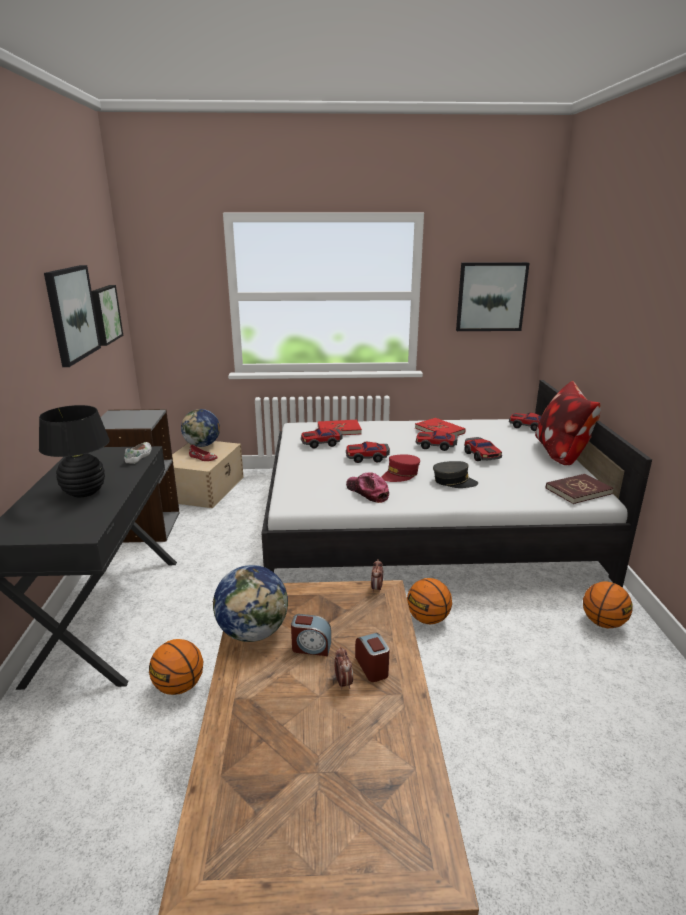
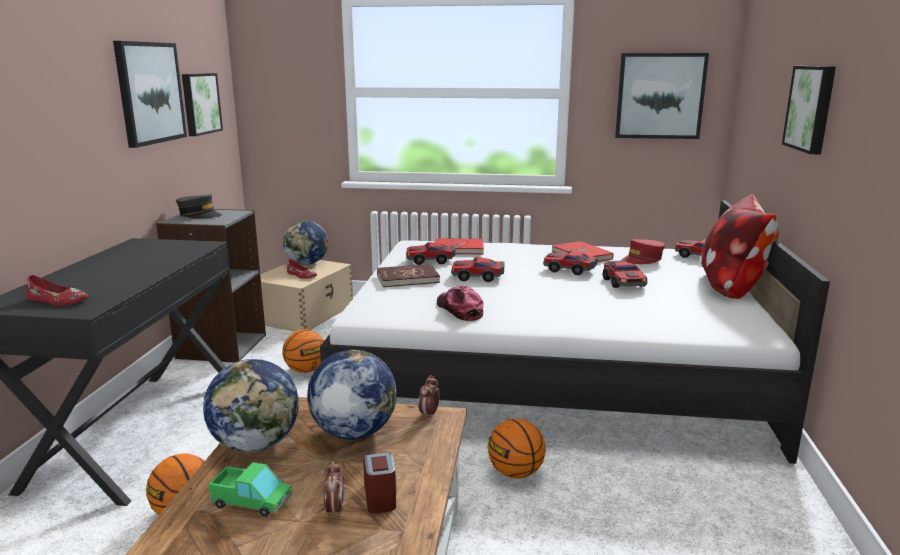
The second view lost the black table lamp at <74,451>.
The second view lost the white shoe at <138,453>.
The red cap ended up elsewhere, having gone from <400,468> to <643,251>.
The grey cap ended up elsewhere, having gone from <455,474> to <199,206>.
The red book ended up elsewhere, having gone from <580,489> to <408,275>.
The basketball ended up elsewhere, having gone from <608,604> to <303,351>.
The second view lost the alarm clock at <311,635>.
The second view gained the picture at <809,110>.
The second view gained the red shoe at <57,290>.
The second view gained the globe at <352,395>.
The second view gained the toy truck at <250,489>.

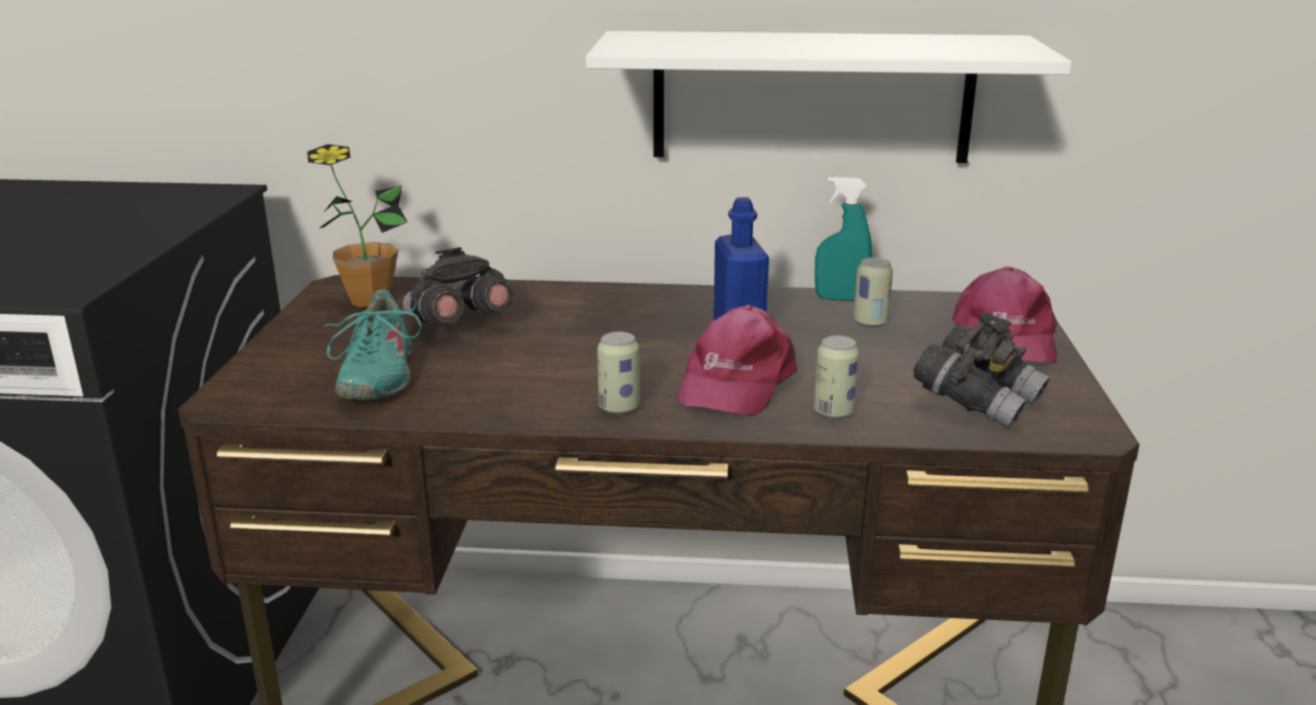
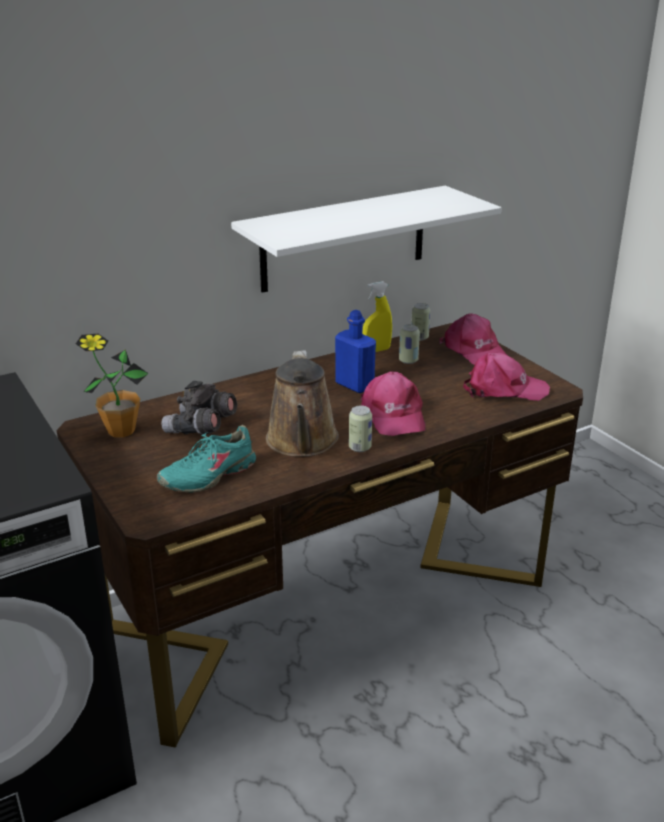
What was the turquoise spray bottle at <843,238> turned into the yellow spray bottle at <377,316>.
The turquoise shoe at <373,344> ended up facing another way, 90 degrees clockwise from before.
Where the grey binoculars stood at <981,371>, the pink cap came to stand at <506,377>.
The can ended up elsewhere, having gone from <836,377> to <420,322>.
The second view gained the brown watering can at <302,403>.

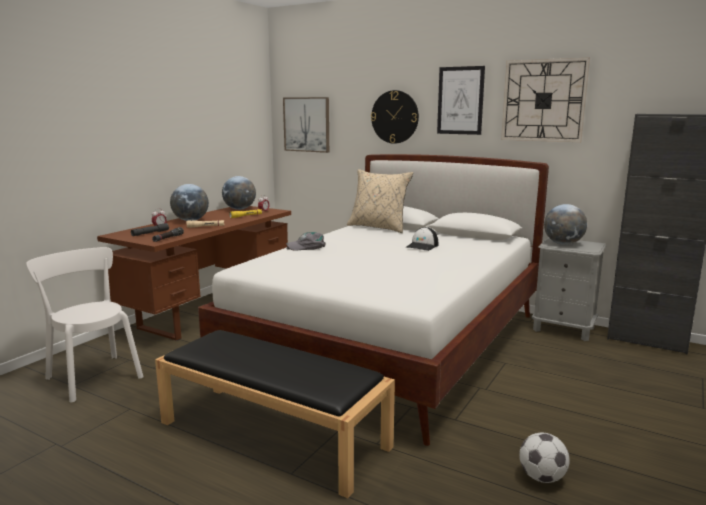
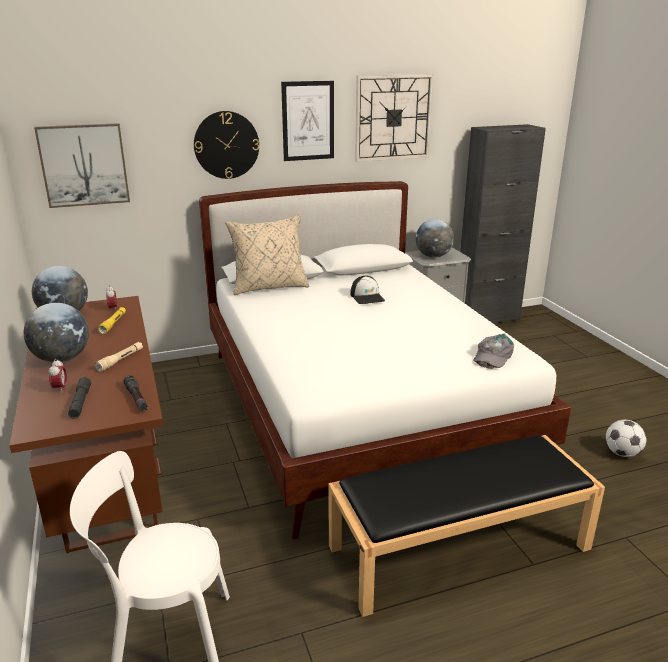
The grey cap ended up elsewhere, having gone from <306,241> to <493,351>.

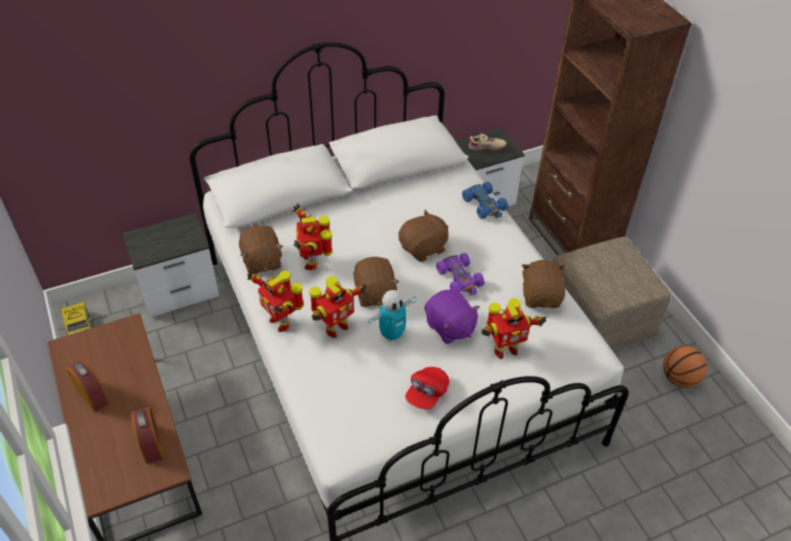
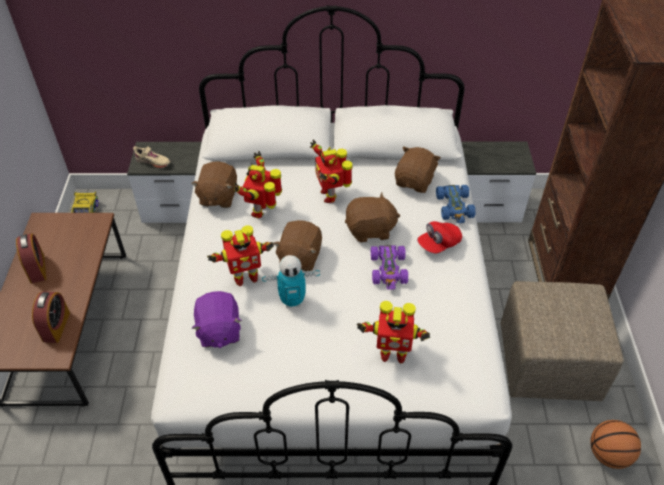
The beige shoe ended up elsewhere, having gone from <487,142> to <152,157>.
The brown plush toy ended up elsewhere, having gone from <544,284> to <418,169>.
The toy robot ended up elsewhere, having gone from <275,301> to <331,171>.
The purple plush toy ended up elsewhere, having gone from <452,316> to <217,319>.
The red cap ended up elsewhere, having gone from <427,388> to <439,237>.

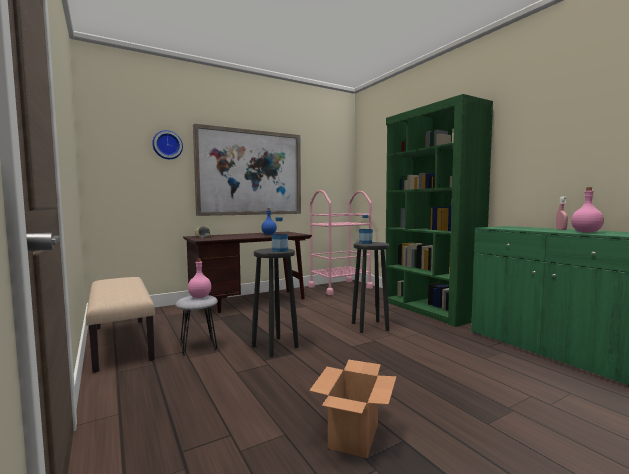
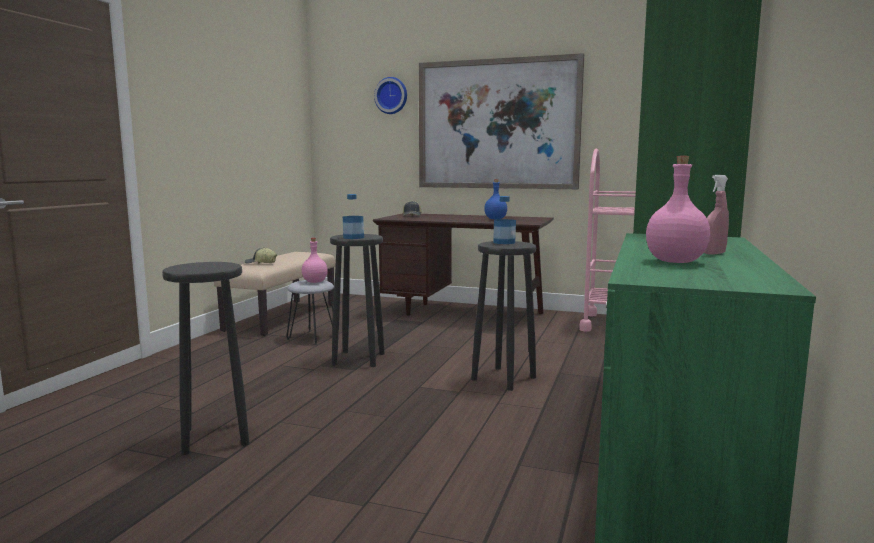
Where the cardboard box stood at <352,408>, the black stool came to stand at <205,358>.
The second view gained the cap at <261,255>.

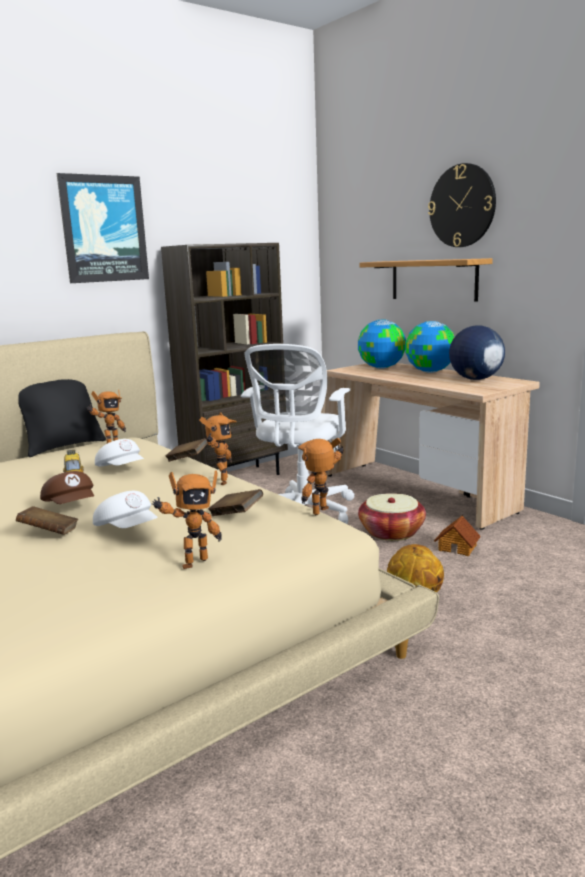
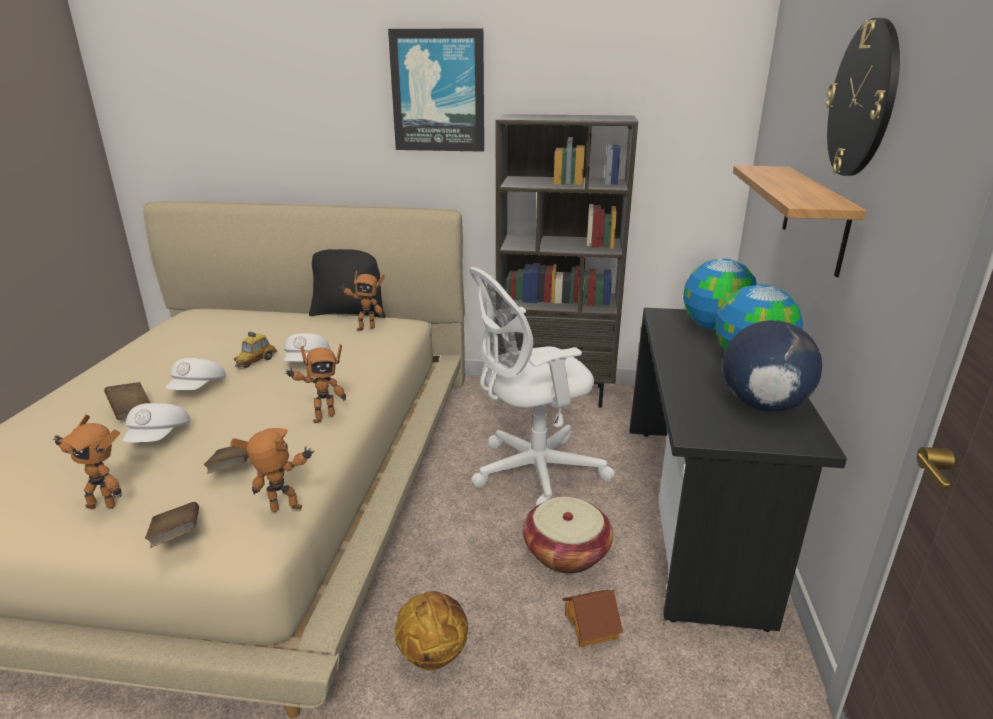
What was the beige desk at <430,446> turned into the black desk at <738,470>.
The brown book ended up elsewhere, having gone from <186,450> to <172,525>.
What was the brown cap at <67,487> turned into the white cap at <195,374>.

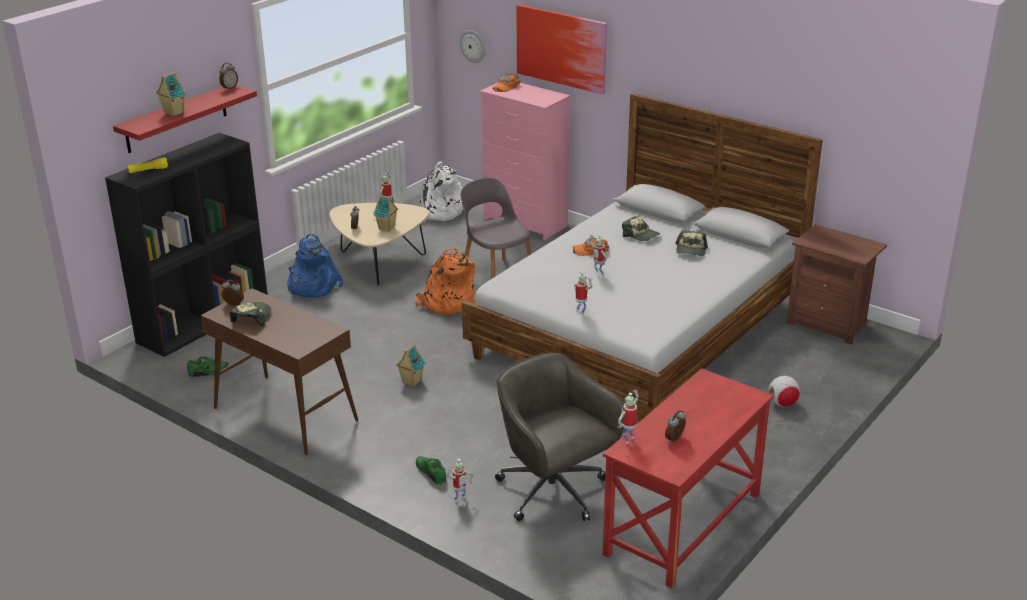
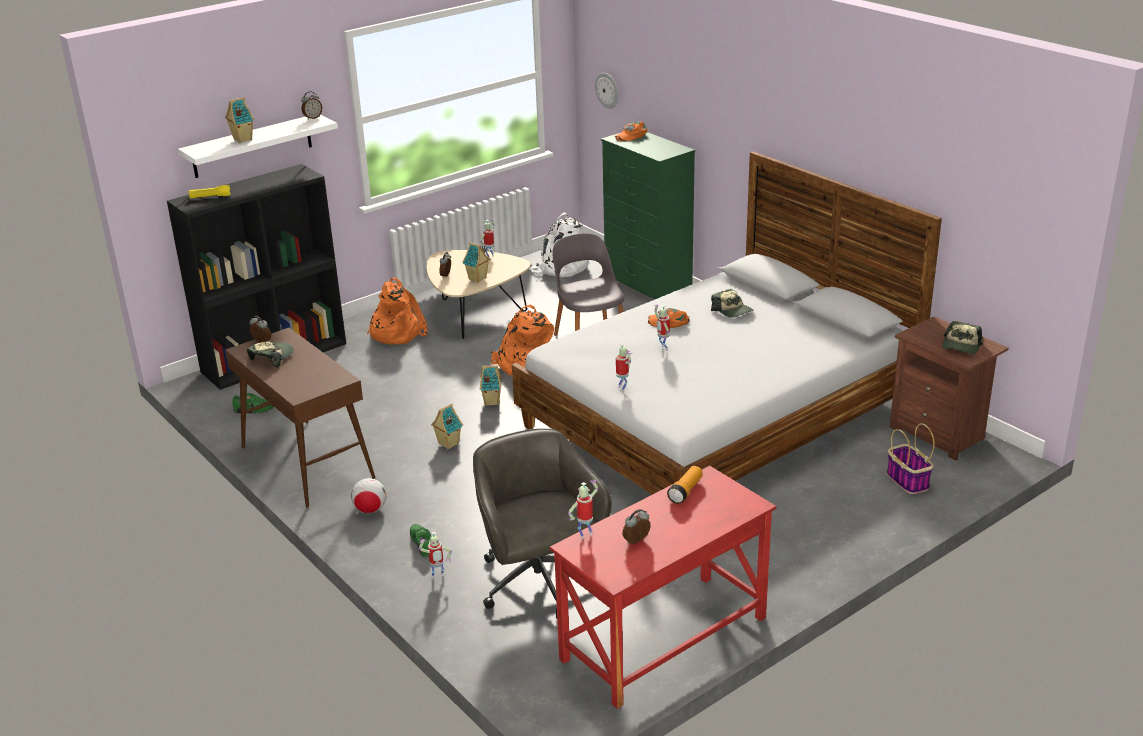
The second view lost the picture at <561,49>.
What was the pink dresser at <525,161> turned into the green dresser at <648,215>.
What was the red shelf at <185,119> turned into the white shelf at <258,146>.
The cap ended up elsewhere, having gone from <691,243> to <962,337>.
What was the blue backpack at <315,266> turned into the orange backpack at <397,311>.
The football ended up elsewhere, having gone from <784,391> to <368,495>.
The second view gained the toy house at <491,385>.
The second view gained the basket at <911,458>.
The second view gained the flashlight at <685,485>.

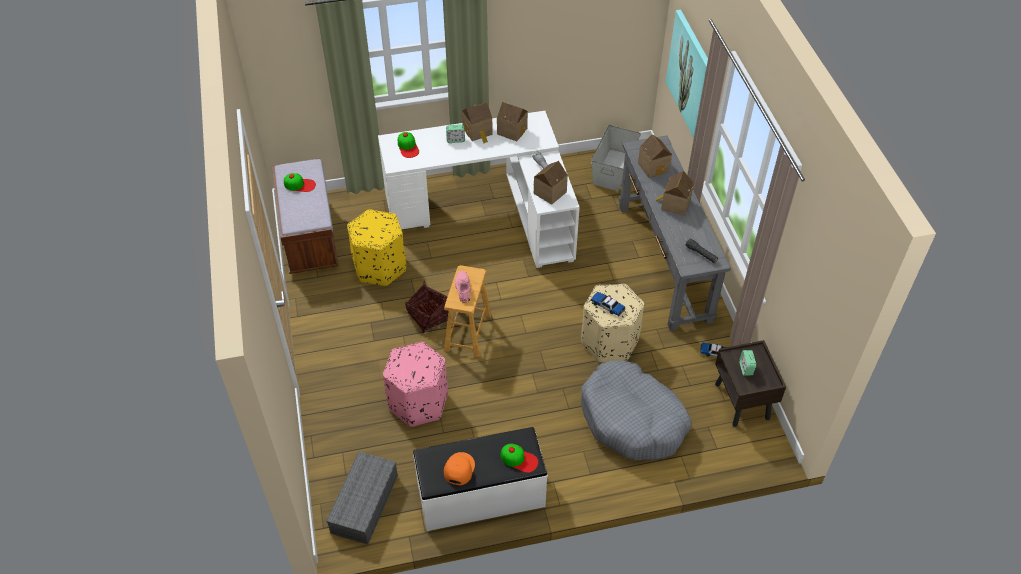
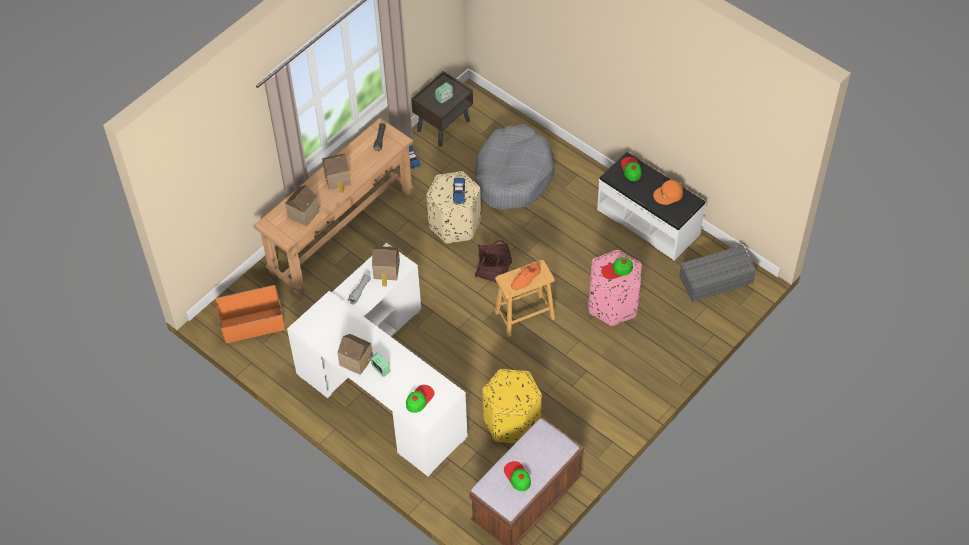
The second view lost the picture at <687,74>.
The second view lost the toy house at <512,121>.
What was the grey storage box at <616,158> turned into the orange storage box at <250,314>.
What was the grey console table at <675,233> turned into the brown console table at <334,207>.
What was the pink shoe at <462,286> turned into the orange shoe at <526,276>.
The basket ended up elsewhere, having gone from <426,307> to <493,261>.
The second view gained the cap at <617,268>.

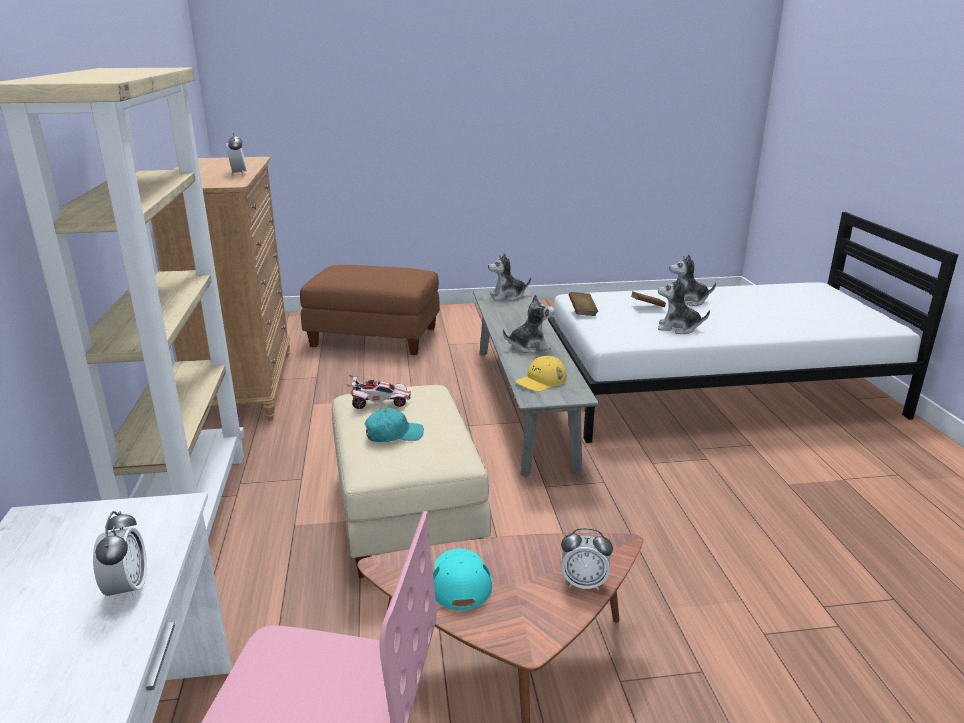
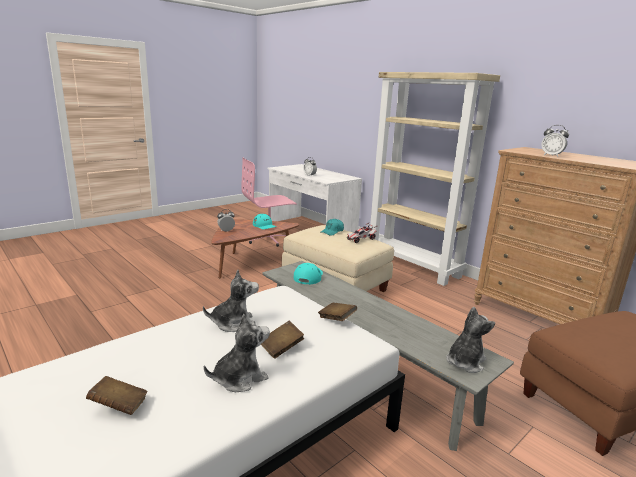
The second view lost the plush toy at <529,323>.
What was the yellow cap at <541,373> turned into the turquoise cap at <308,274>.
The second view gained the brown book at <117,395>.

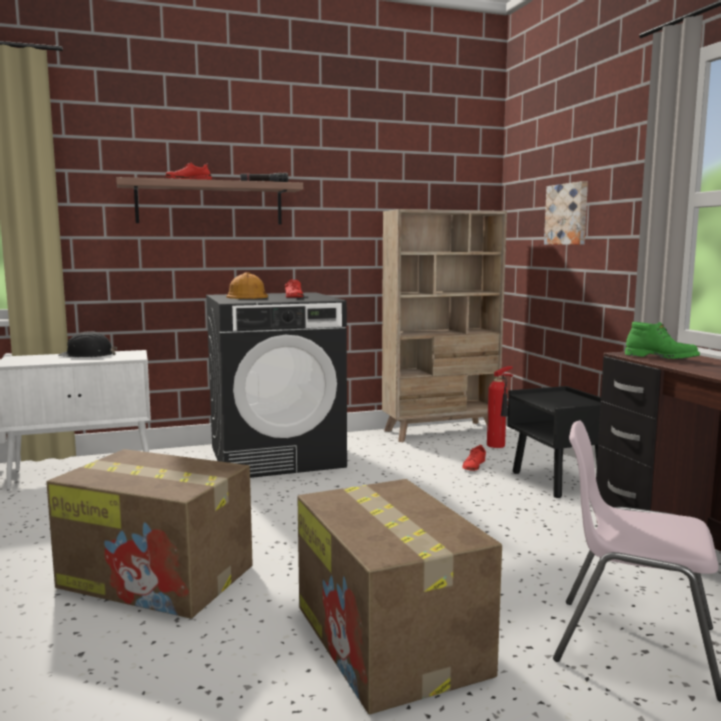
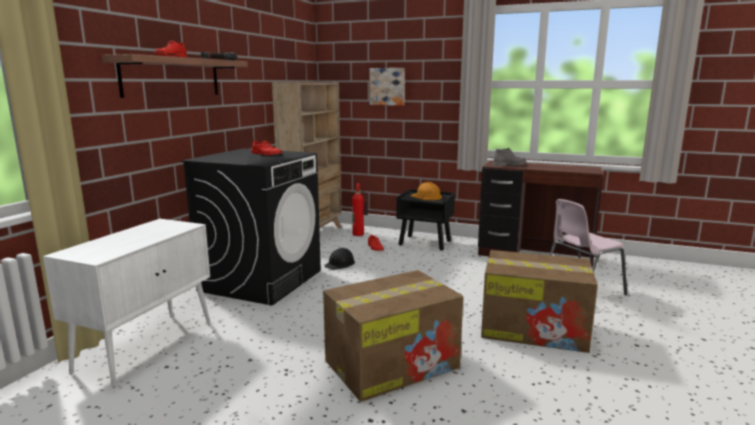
The orange hard hat ended up elsewhere, having gone from <247,285> to <426,191>.
What was the green boot at <662,340> turned into the grey boot at <509,157>.
The black hard hat ended up elsewhere, having gone from <87,344> to <339,259>.

